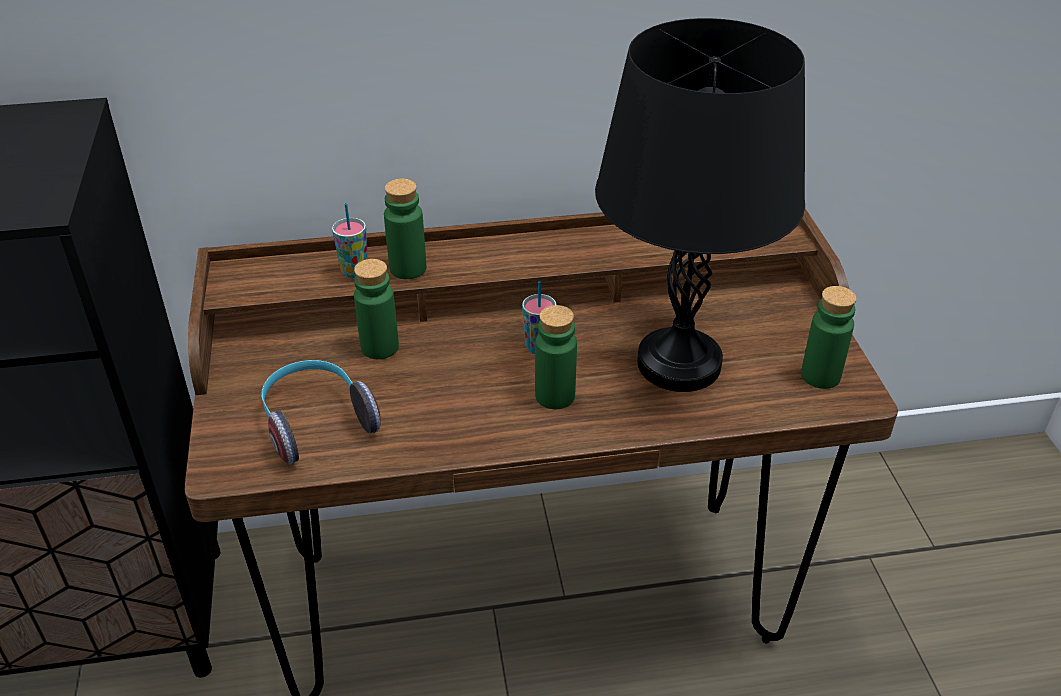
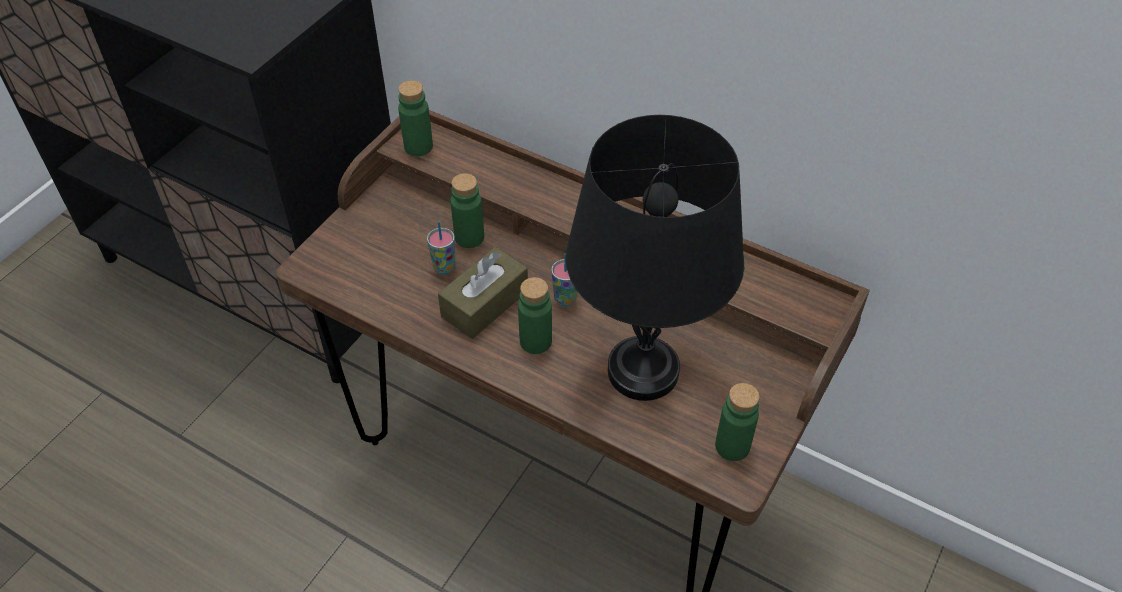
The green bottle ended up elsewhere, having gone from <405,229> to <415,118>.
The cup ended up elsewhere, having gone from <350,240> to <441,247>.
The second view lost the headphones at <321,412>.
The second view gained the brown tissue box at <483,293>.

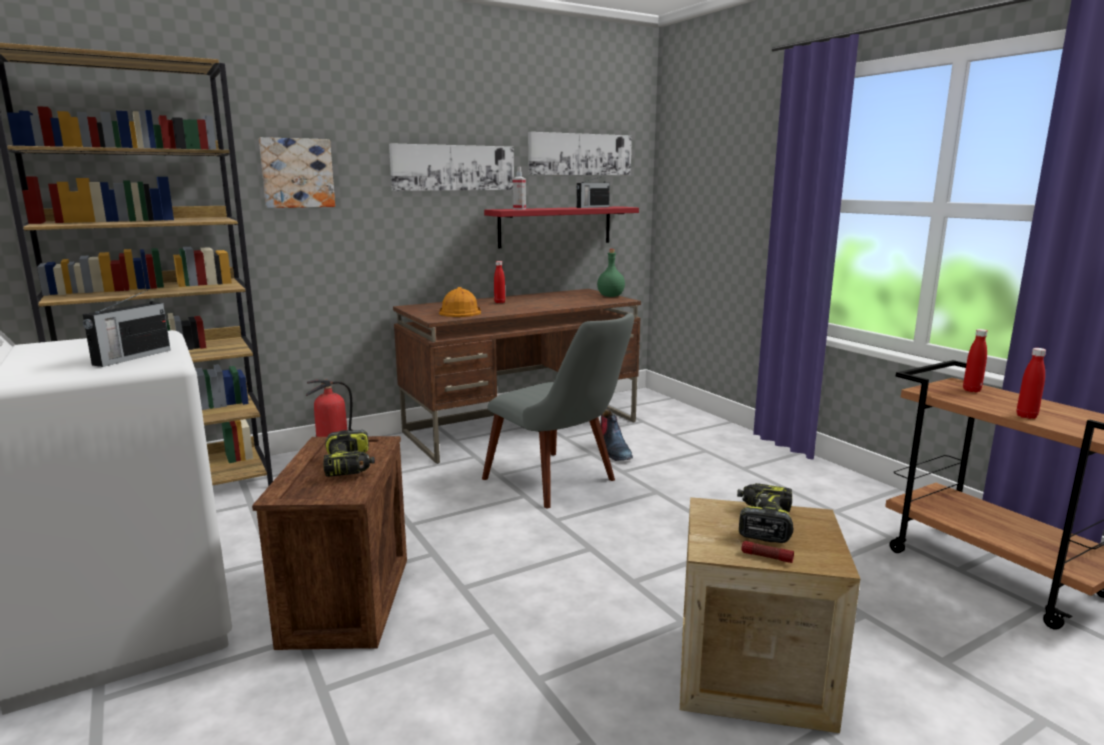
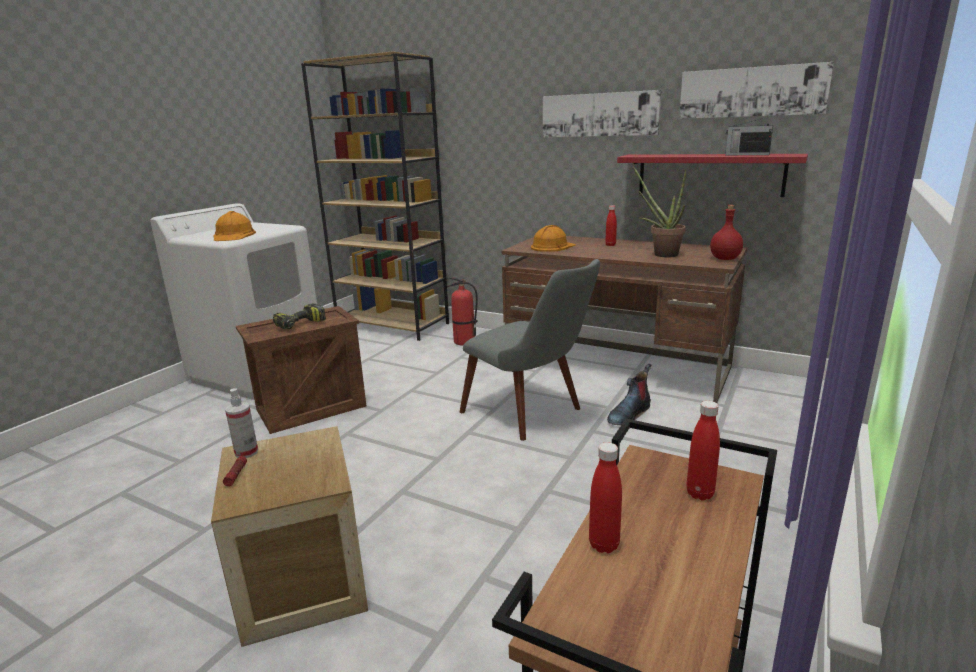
The second view lost the picture at <297,172>.
The spray bottle ended up elsewhere, having gone from <519,188> to <241,423>.
What was the green bottle at <611,273> turned into the red bottle at <726,232>.
Where the radio stood at <127,328>, the orange hard hat came to stand at <234,226>.
The grey chair at <558,410> ended up facing another way, 60 degrees counterclockwise from before.
The second view lost the power drill at <765,513>.
The second view gained the potted plant at <659,211>.

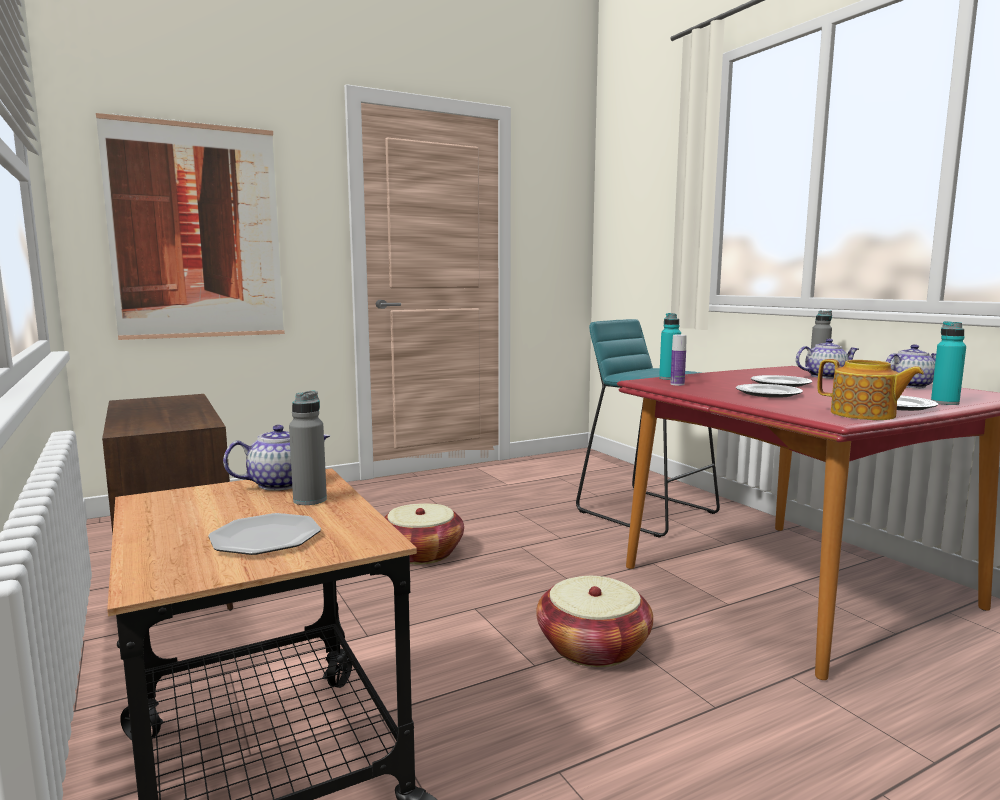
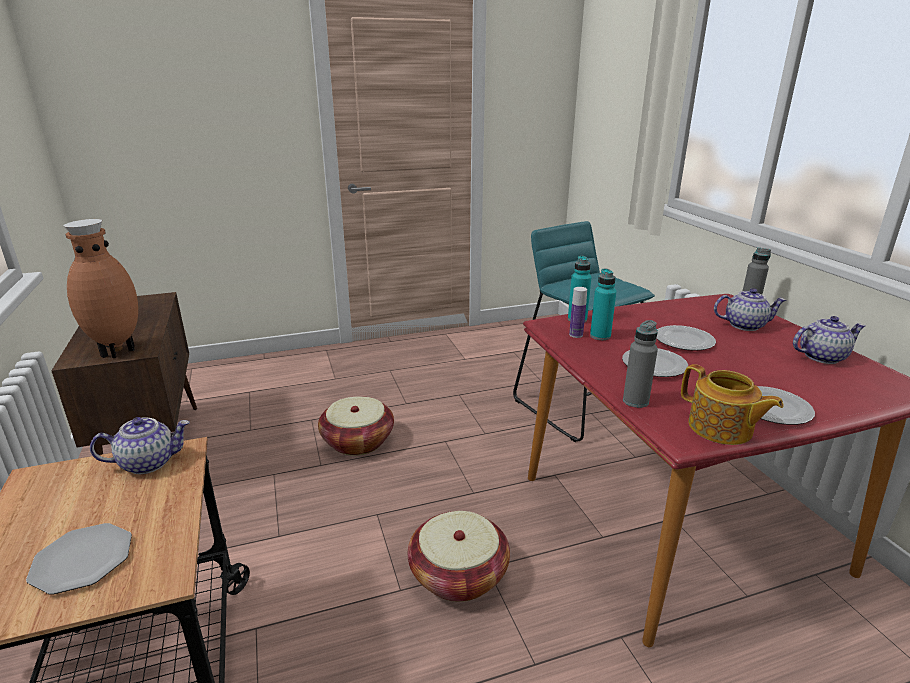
The second view lost the picture at <190,226>.
The turquoise bottle ended up elsewhere, having gone from <948,363> to <603,304>.
The grey bottle ended up elsewhere, having gone from <308,448> to <640,364>.
The second view gained the brown vase at <101,288>.

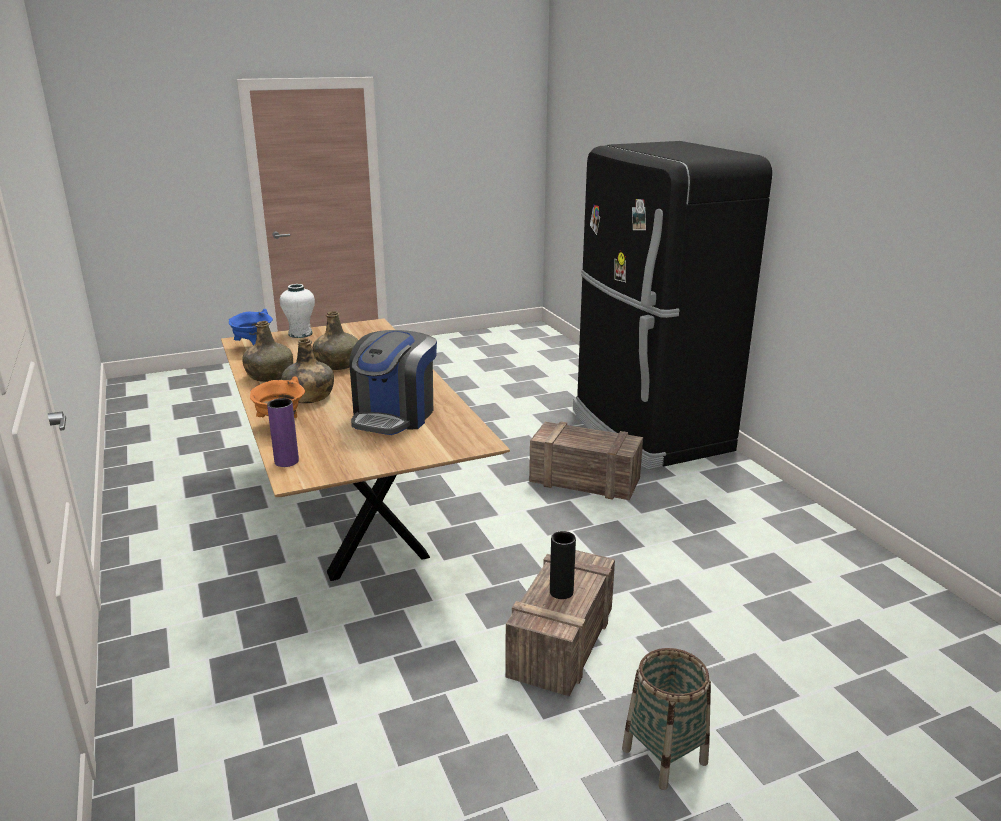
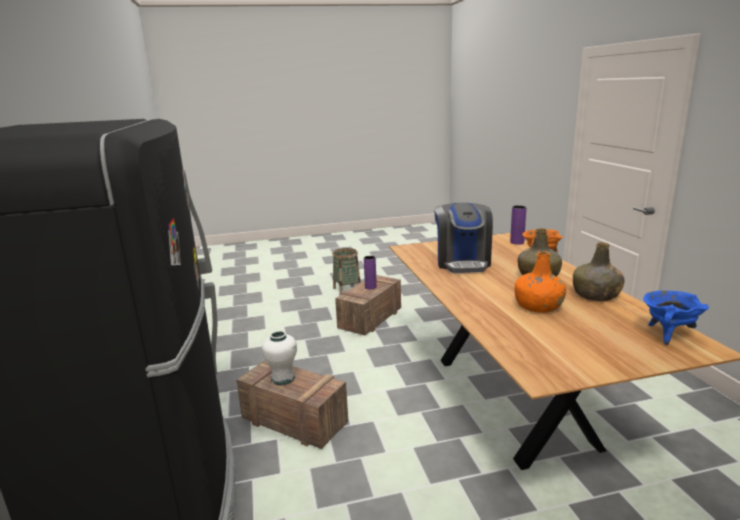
The white vase ended up elsewhere, having gone from <297,311> to <279,358>.
What was the green bottle at <335,340> turned into the orange bottle at <540,282>.
The coffee machine at <393,382> ended up facing another way, 150 degrees clockwise from before.
What was the black vase at <563,565> turned into the purple vase at <370,273>.

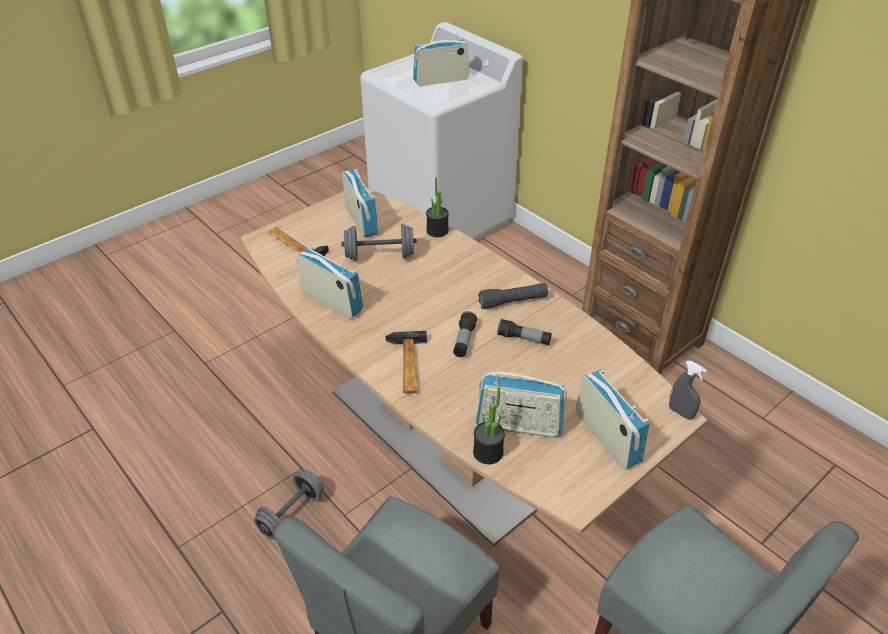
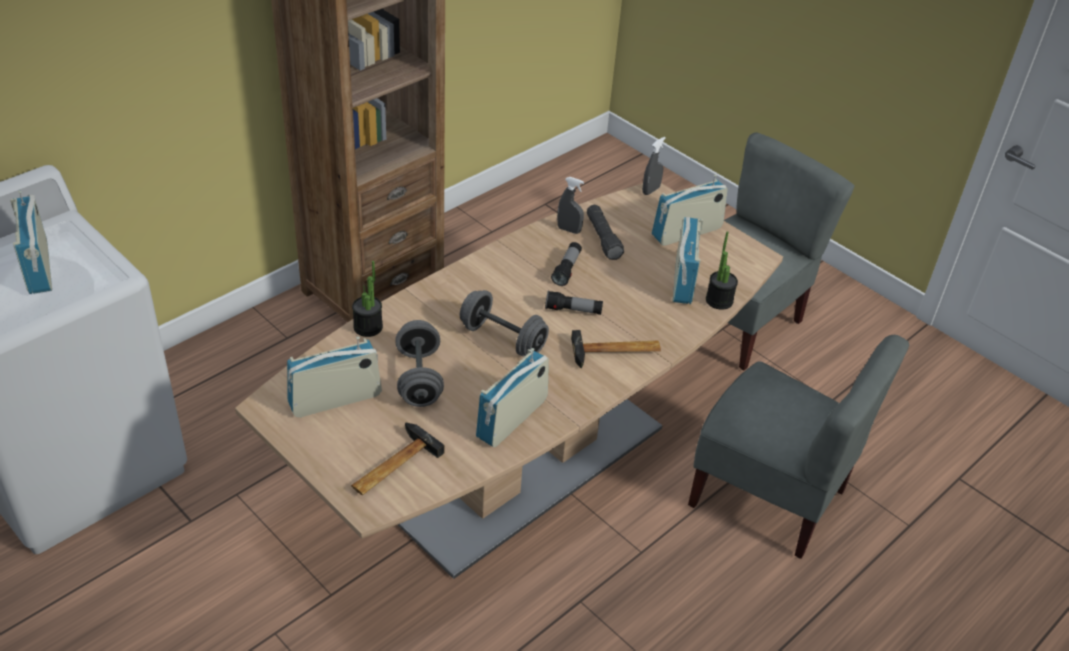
The black flashlight ended up elsewhere, having gone from <513,296> to <605,232>.
The grey dumbbell ended up elsewhere, having gone from <289,504> to <504,323>.
The second view gained the grey spray bottle at <570,205>.

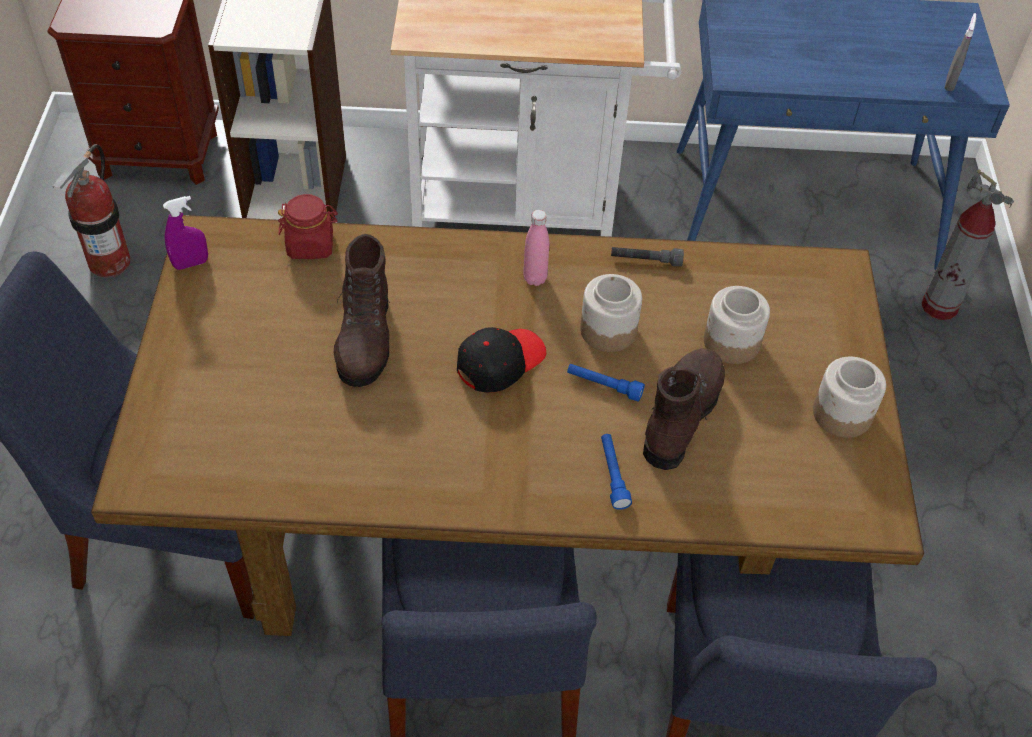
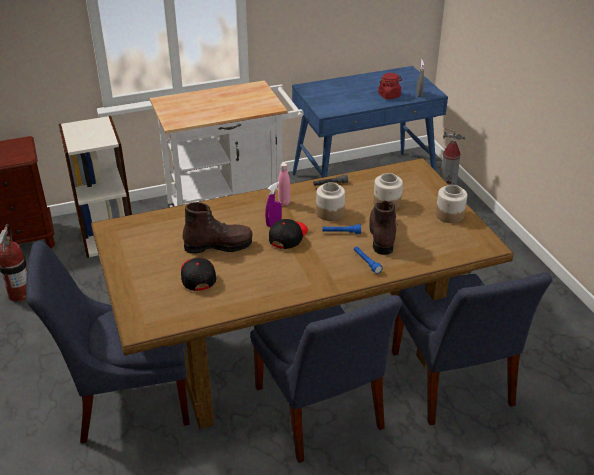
The red jar ended up elsewhere, having gone from <308,226> to <390,86>.
The purple spray bottle ended up elsewhere, having gone from <185,233> to <273,204>.
The brown boot at <362,310> ended up facing another way, 75 degrees counterclockwise from before.
The second view gained the black cap at <198,274>.

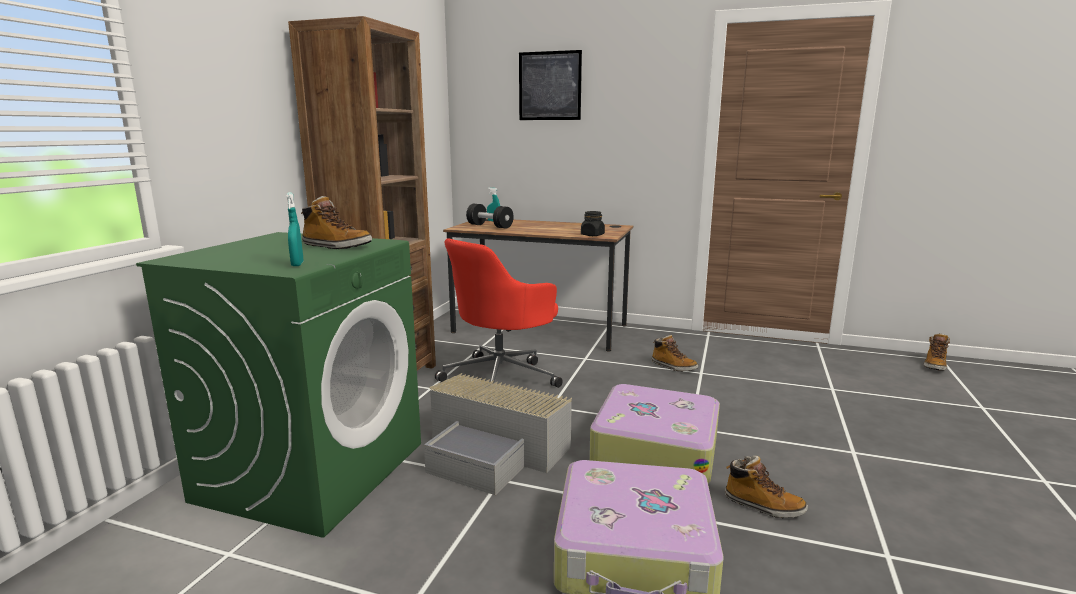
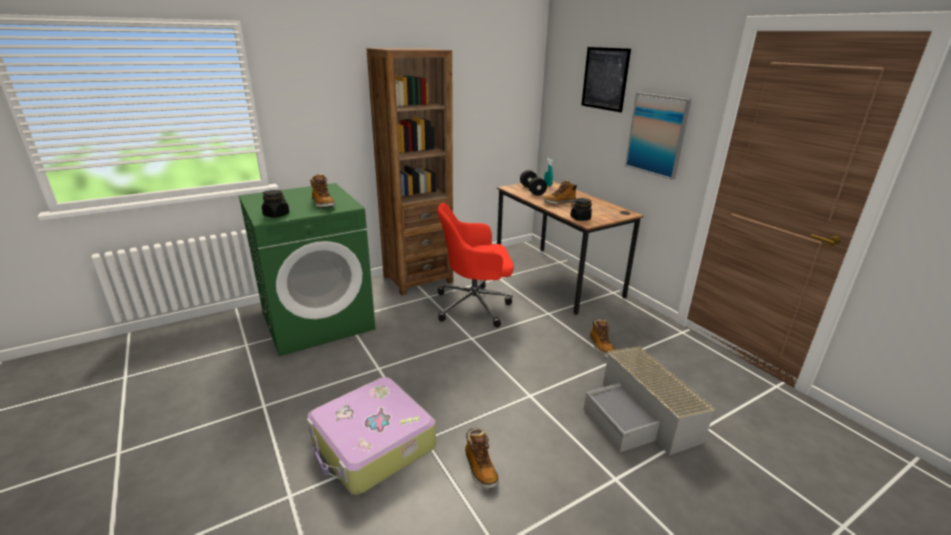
Where the turquoise spray bottle stood at <294,229>, the black jar came to stand at <275,204>.
The boot ended up elsewhere, having gone from <937,352> to <560,192>.
The grey storage box ended up elsewhere, having gone from <498,434> to <649,400>.
The second view lost the suitcase at <654,434>.
The second view gained the picture at <658,136>.

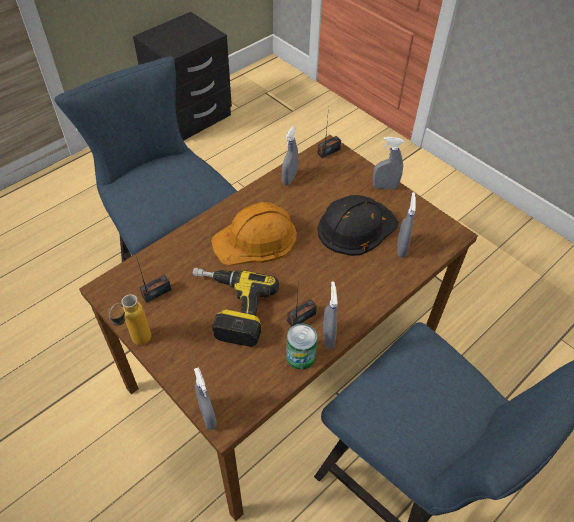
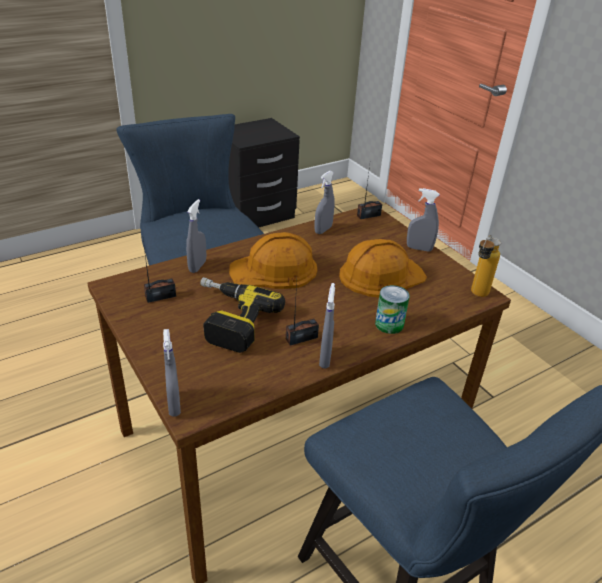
The grey spray bottle ended up elsewhere, having gone from <406,225> to <196,236>.
What was the black hard hat at <358,225> turned into the orange hard hat at <383,268>.
The bottle ended up elsewhere, having gone from <129,319> to <486,266>.
The can ended up elsewhere, having gone from <301,347> to <392,309>.

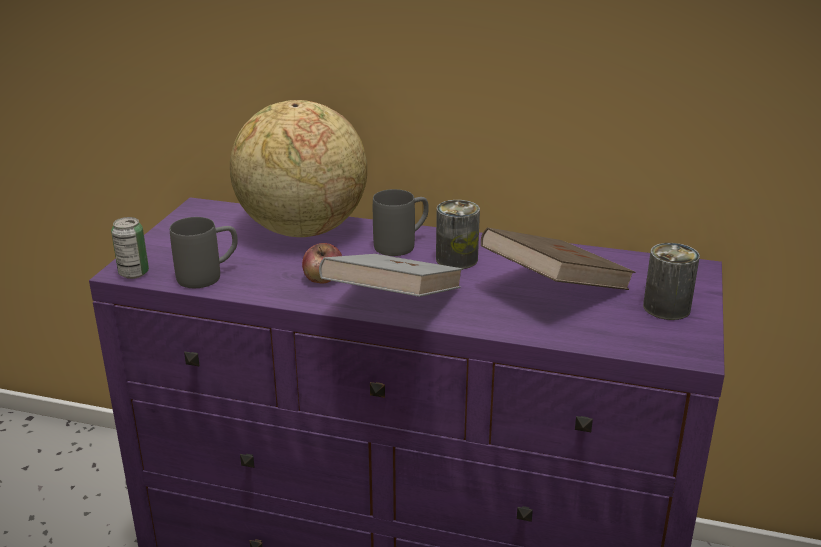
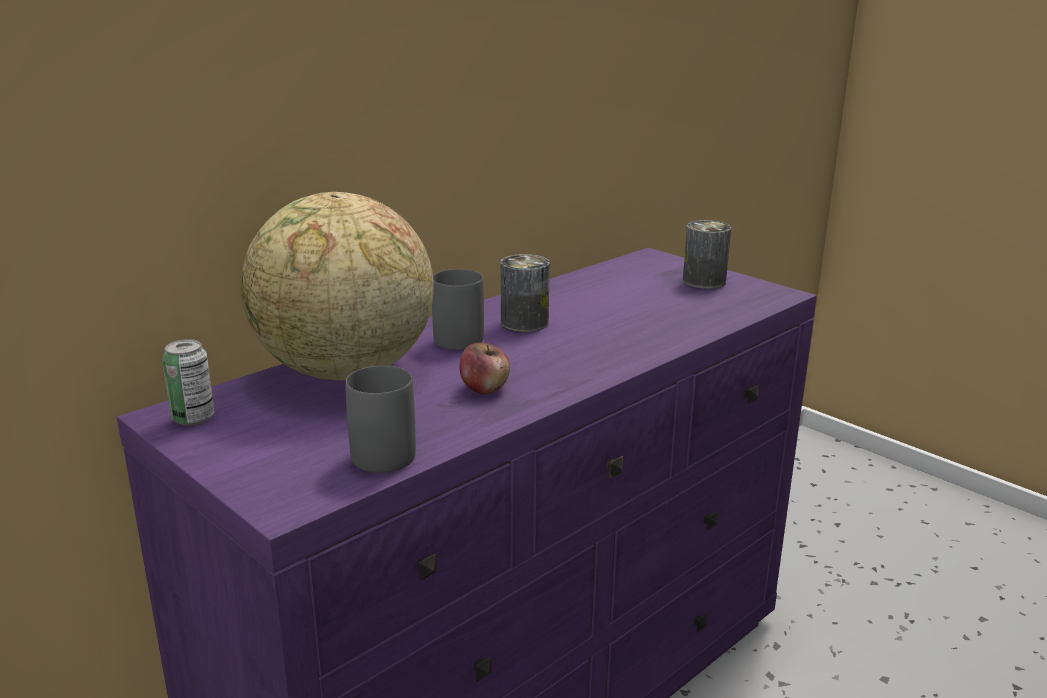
The can ended up elsewhere, having gone from <130,248> to <188,382>.
The second view lost the brown book at <558,258>.
The second view lost the grey book at <391,275>.

